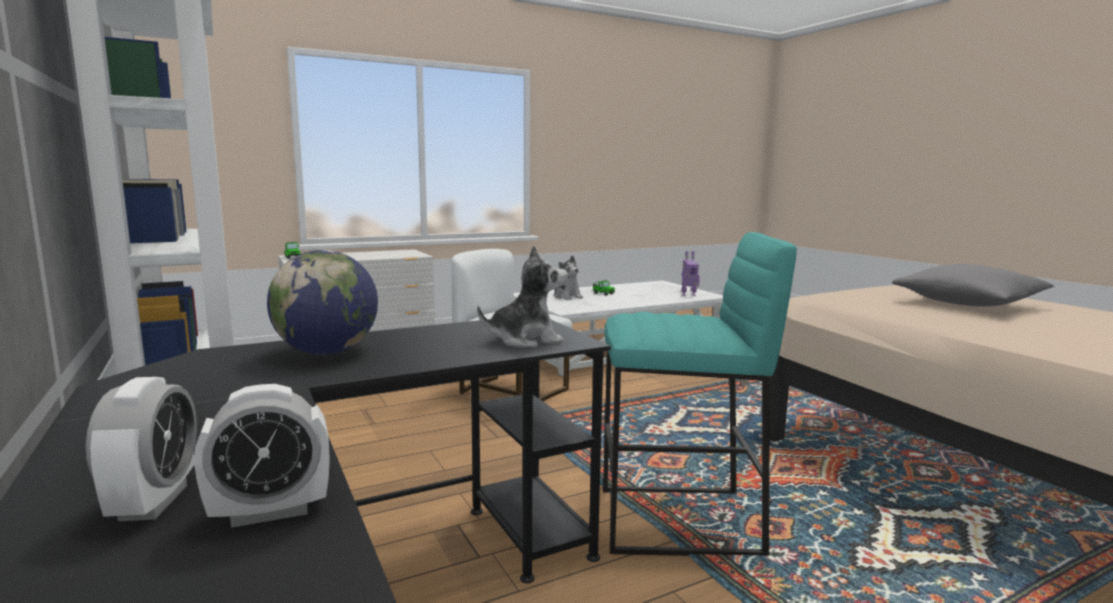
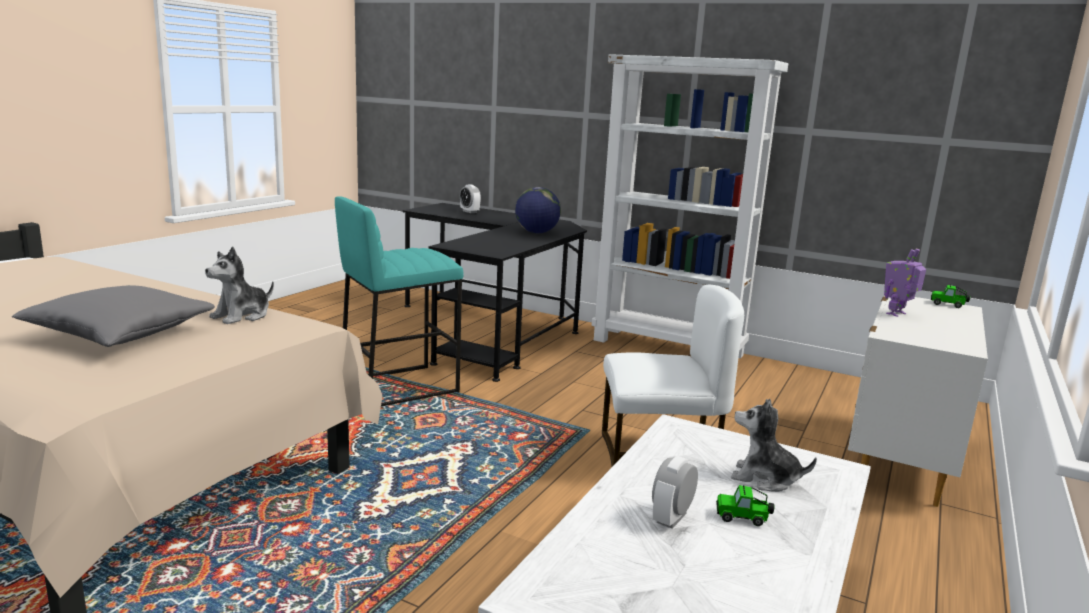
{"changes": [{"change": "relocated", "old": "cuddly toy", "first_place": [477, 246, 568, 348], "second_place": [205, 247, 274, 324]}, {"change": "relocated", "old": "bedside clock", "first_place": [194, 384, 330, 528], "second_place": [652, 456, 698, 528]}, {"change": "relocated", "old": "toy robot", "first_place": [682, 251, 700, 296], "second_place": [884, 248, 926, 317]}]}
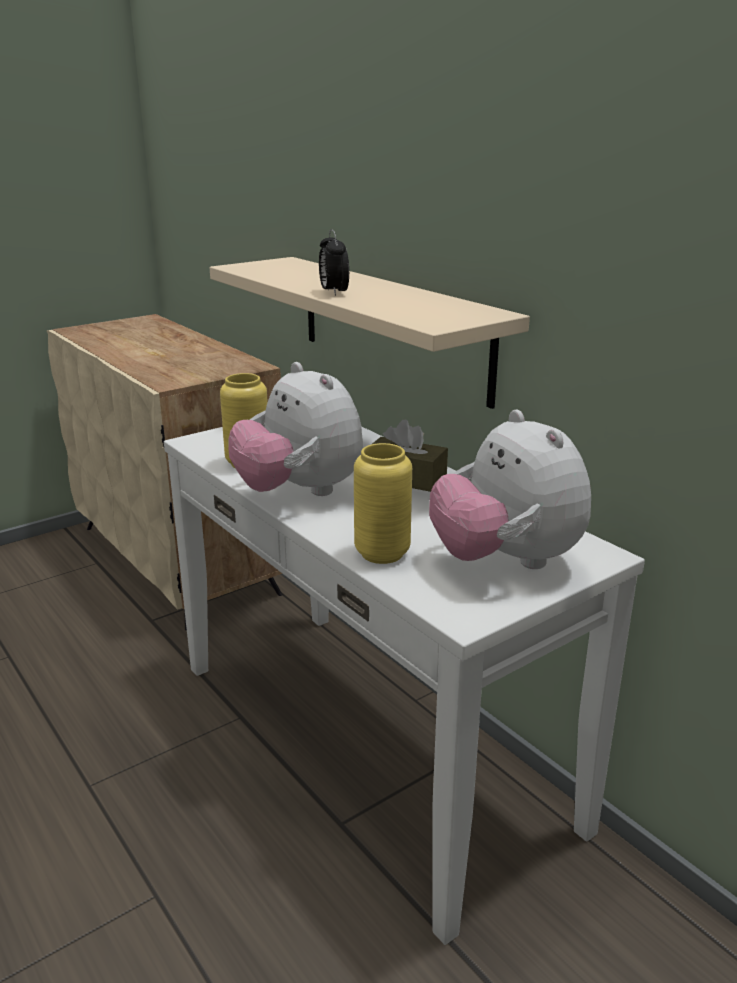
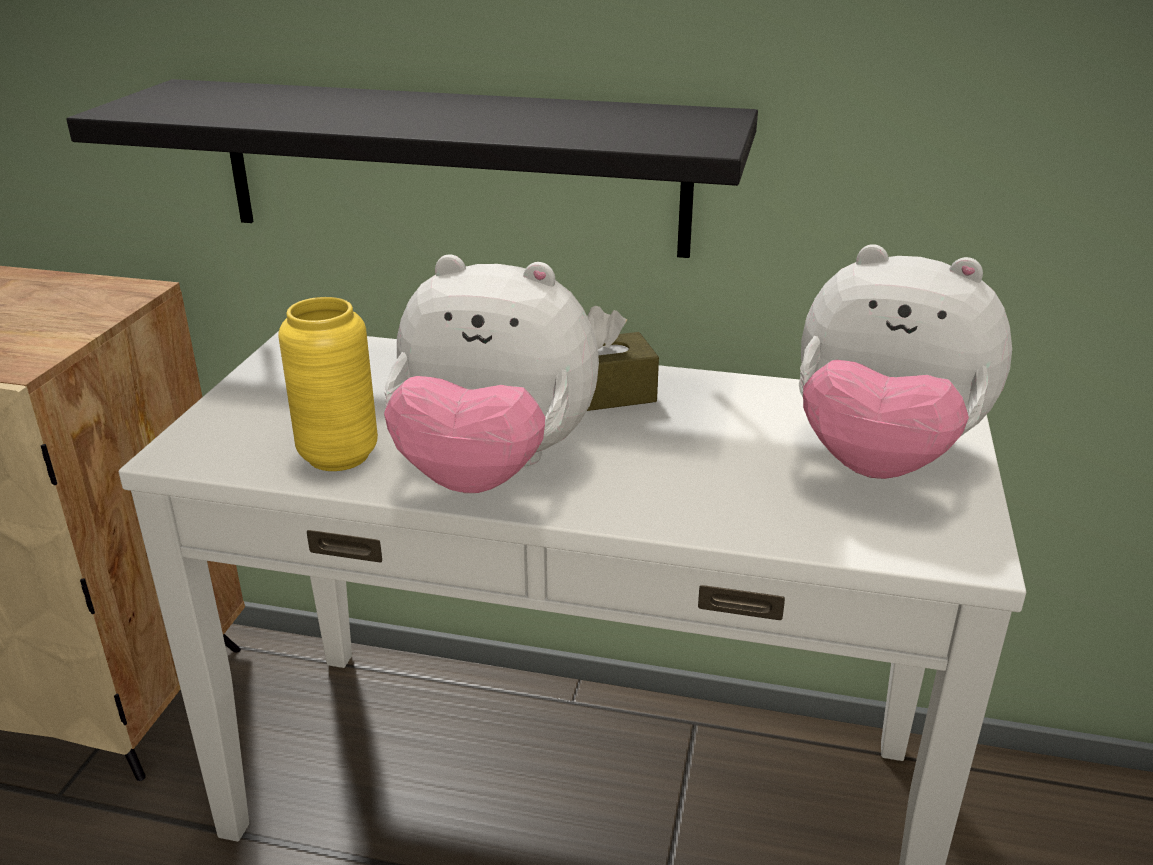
{"changes": [{"change": "colour", "old": "bracket shelf/sand-coloured", "new": "bracket shelf/black-coloured", "first_place": [210, 257, 530, 409], "second_place": [66, 79, 758, 258]}, {"change": "missing", "old": "bedside clock", "first_place": [319, 229, 349, 296]}, {"change": "missing", "old": "flower vase/yellow", "first_place": [354, 443, 412, 564]}]}
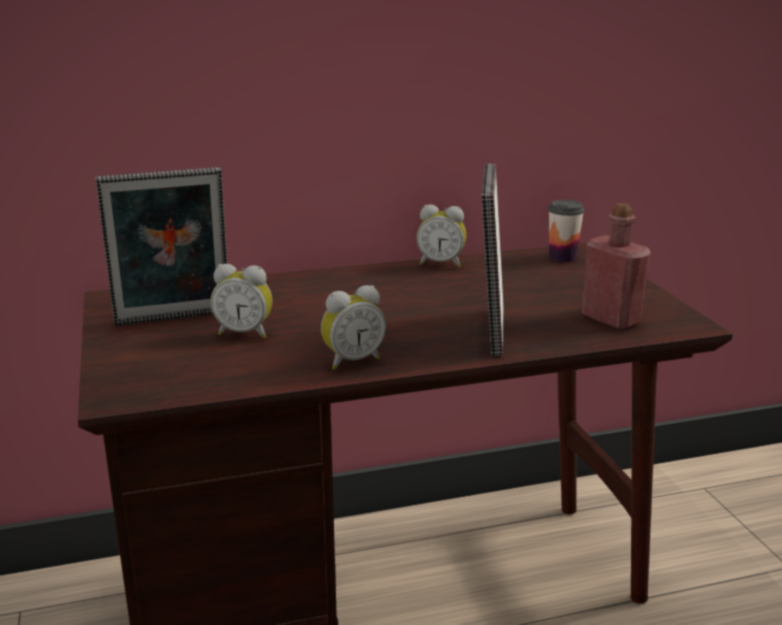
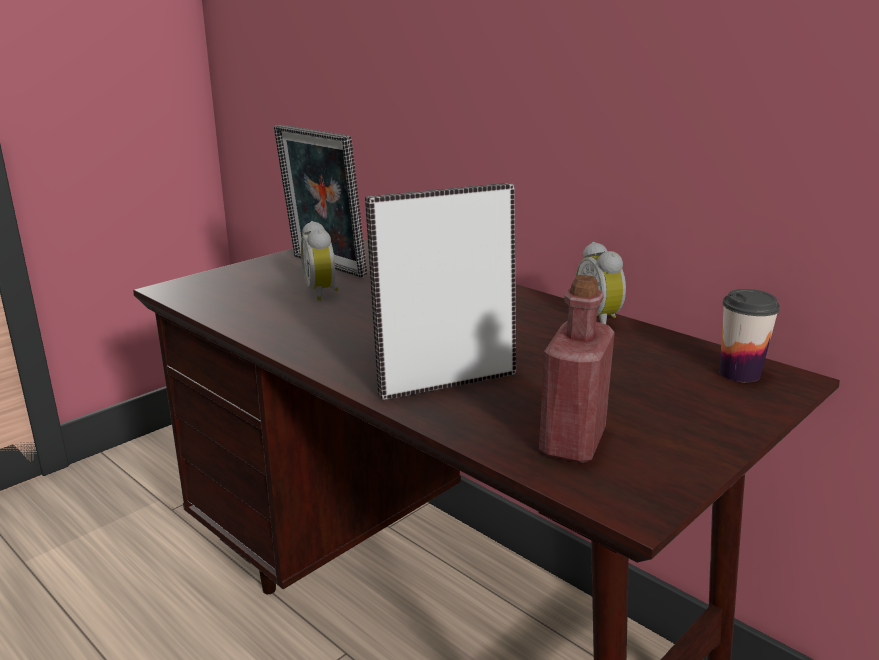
{"changes": [{"change": "missing", "old": "bedside clock", "first_place": [321, 285, 386, 370]}]}
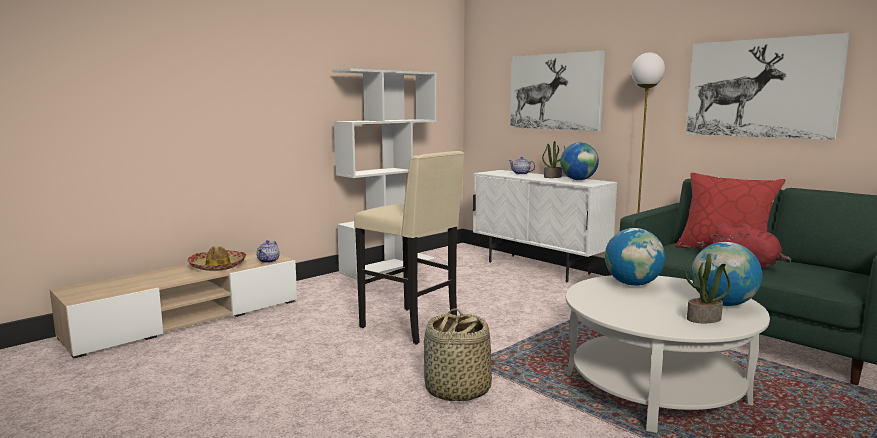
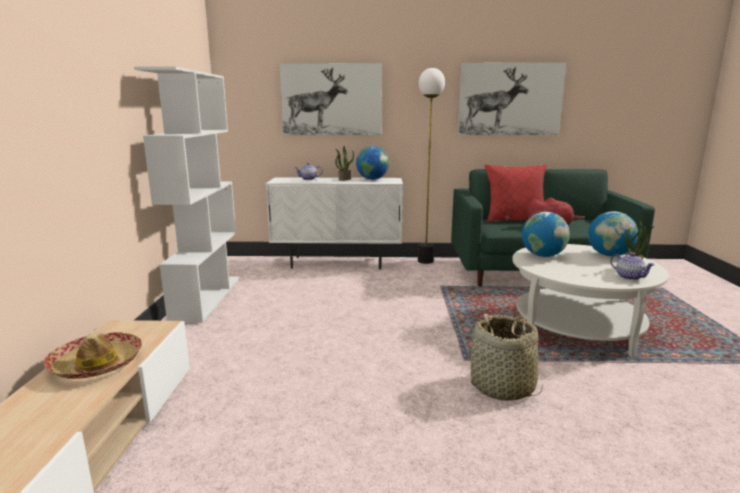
{"changes": [{"change": "relocated", "old": "tea pot", "first_place": [257, 240, 280, 263], "second_place": [610, 253, 655, 280]}, {"change": "missing", "old": "sitting stool/sand-coloured", "first_place": [354, 151, 465, 344]}]}
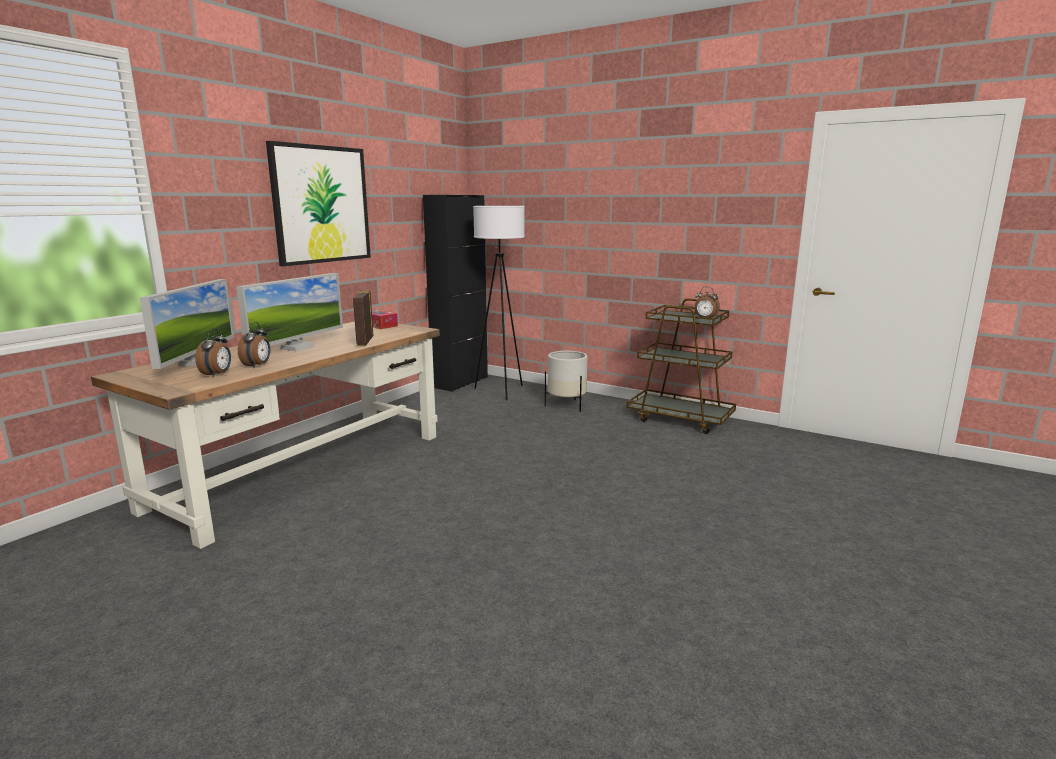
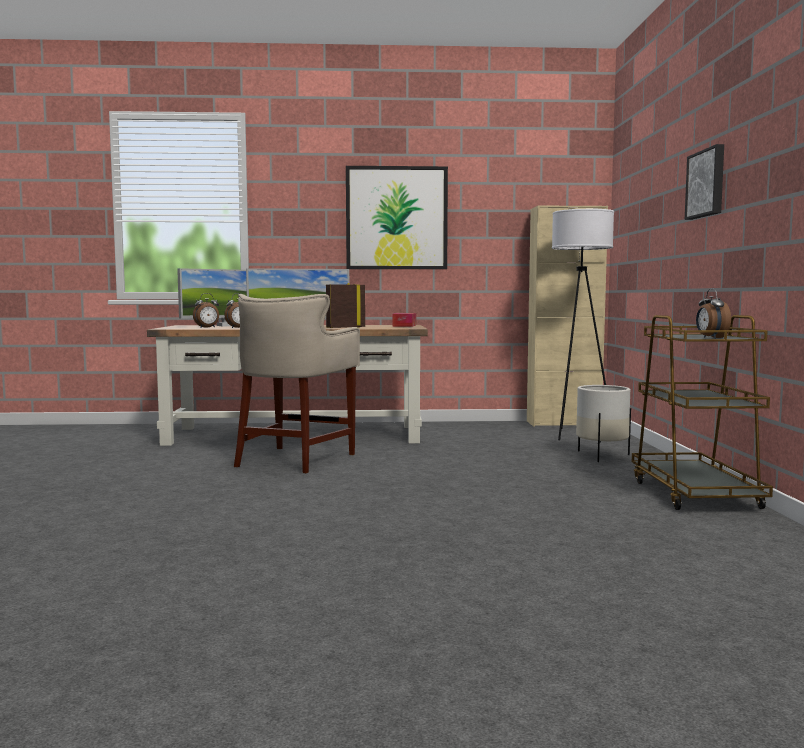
{"changes": [{"change": "appeared", "new": "sitting stool/sand-coloured", "second_place": [234, 294, 360, 473]}, {"change": "colour", "old": "cupboard/black-coloured", "new": "cupboard/sand-coloured", "first_place": [423, 195, 488, 392], "second_place": [527, 205, 608, 427]}, {"change": "appeared", "new": "picture", "second_place": [685, 144, 724, 220]}]}
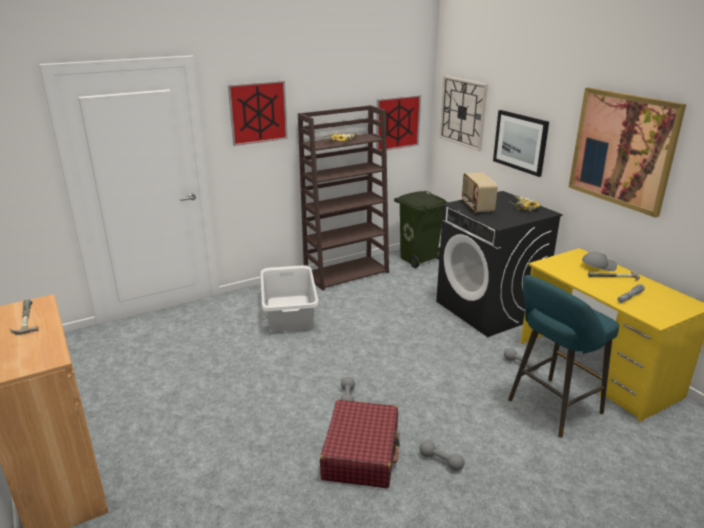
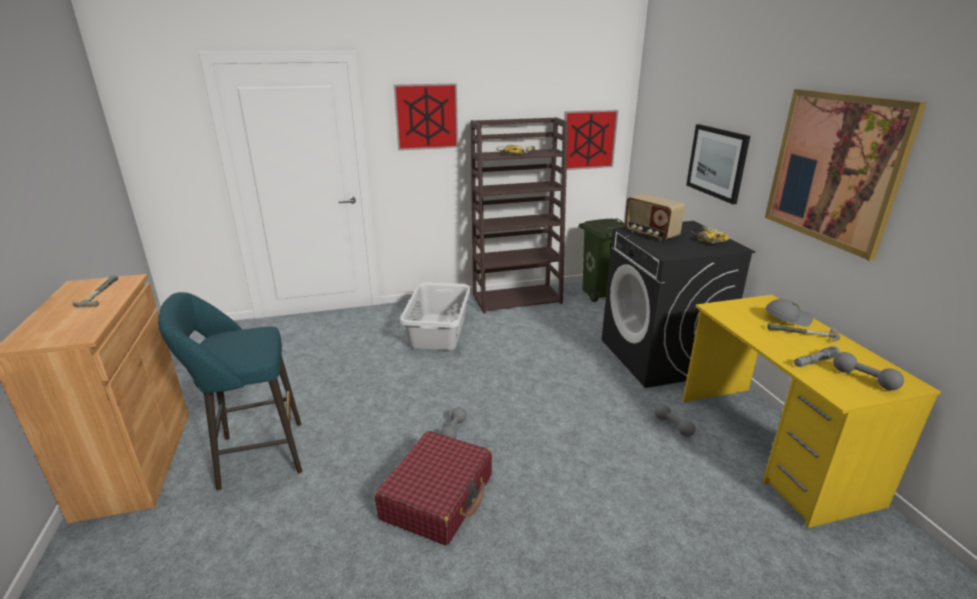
{"changes": [{"change": "relocated", "old": "sitting stool/blue-green", "first_place": [508, 275, 619, 438], "second_place": [158, 292, 302, 490]}, {"change": "spun", "old": "radio", "first_place": [462, 172, 498, 213], "second_place": [625, 194, 685, 241], "degrees": -45}, {"change": "relocated", "old": "free weight/greyish", "first_place": [420, 441, 464, 471], "second_place": [833, 352, 904, 390]}, {"change": "missing", "old": "clock on the wall", "first_place": [439, 76, 488, 151]}]}
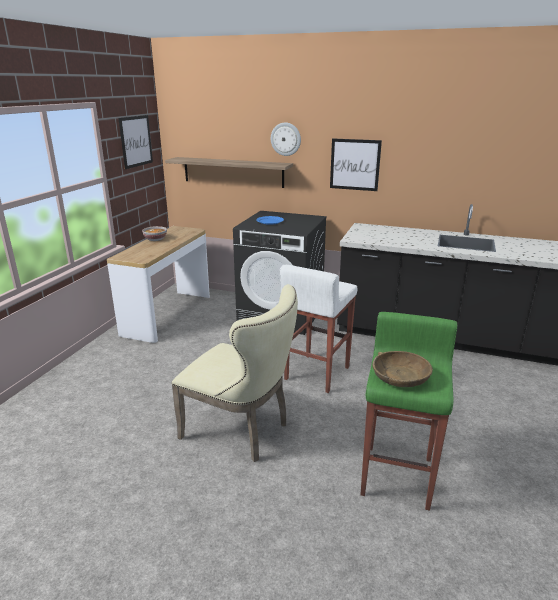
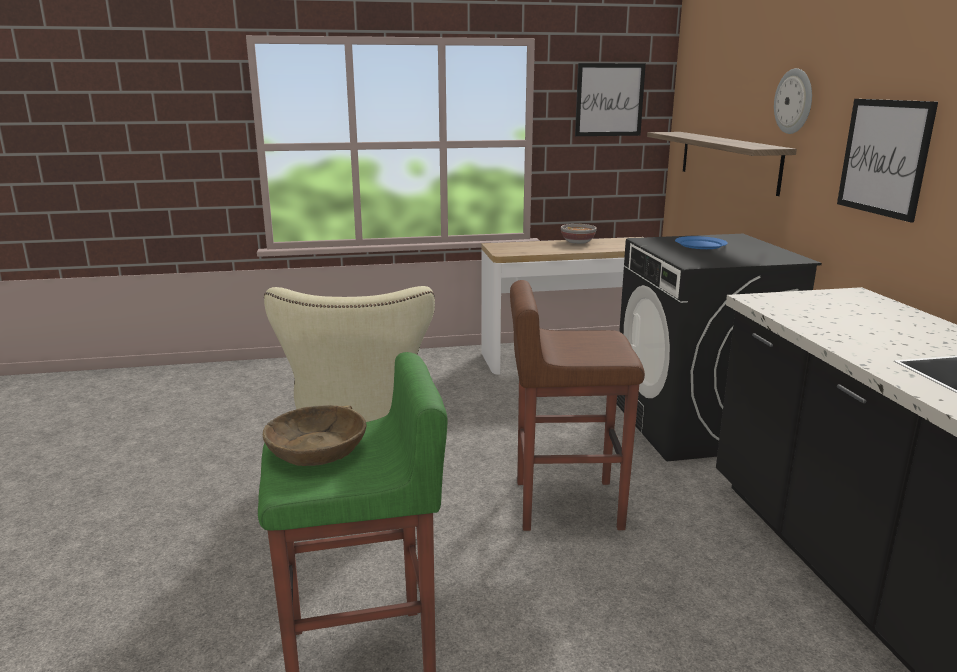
{"changes": [{"change": "colour", "old": "sitting stool/white-coloured", "new": "sitting stool/brown-coloured", "first_place": [280, 265, 358, 393], "second_place": [510, 280, 645, 531]}]}
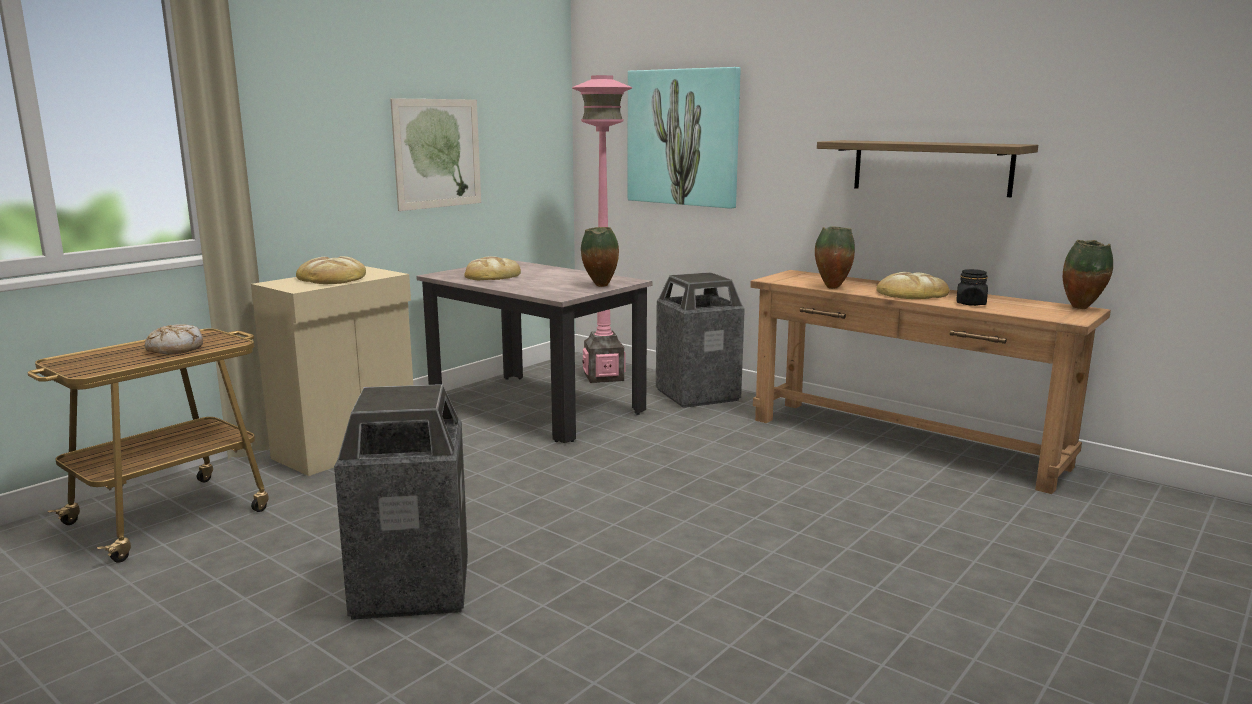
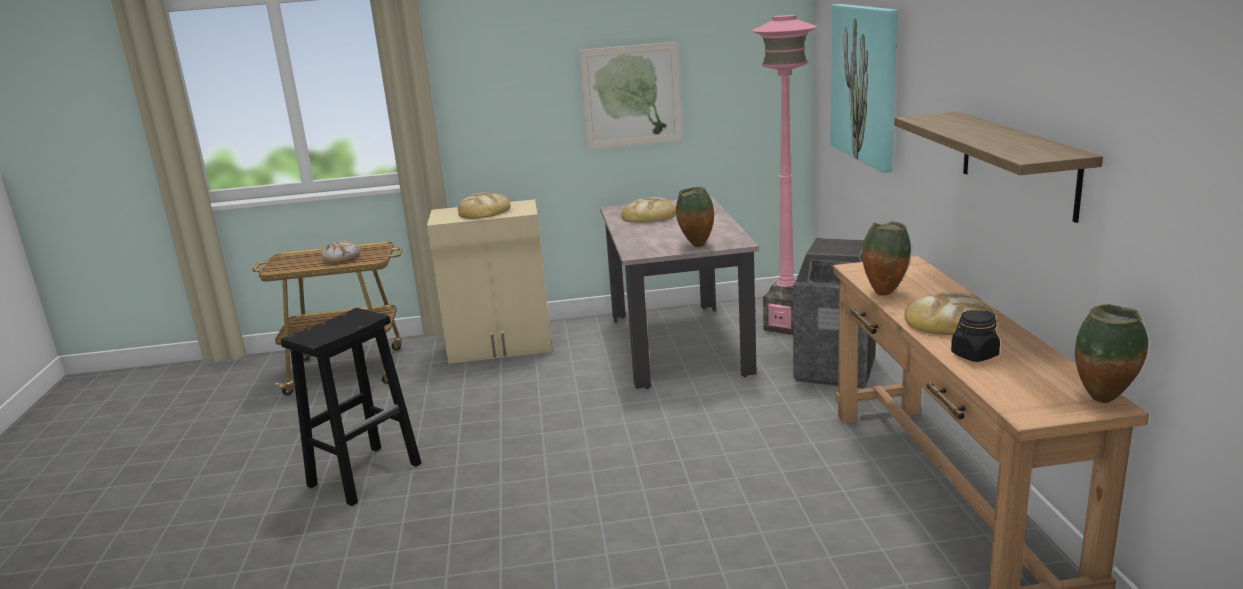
{"changes": [{"change": "exchanged", "old": "trash can", "new": "sitting stool/black-coloured", "first_place": [334, 384, 468, 620], "second_place": [281, 308, 421, 506]}]}
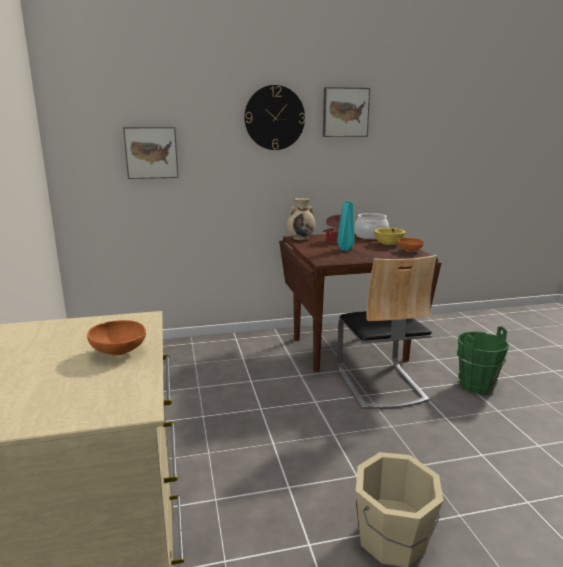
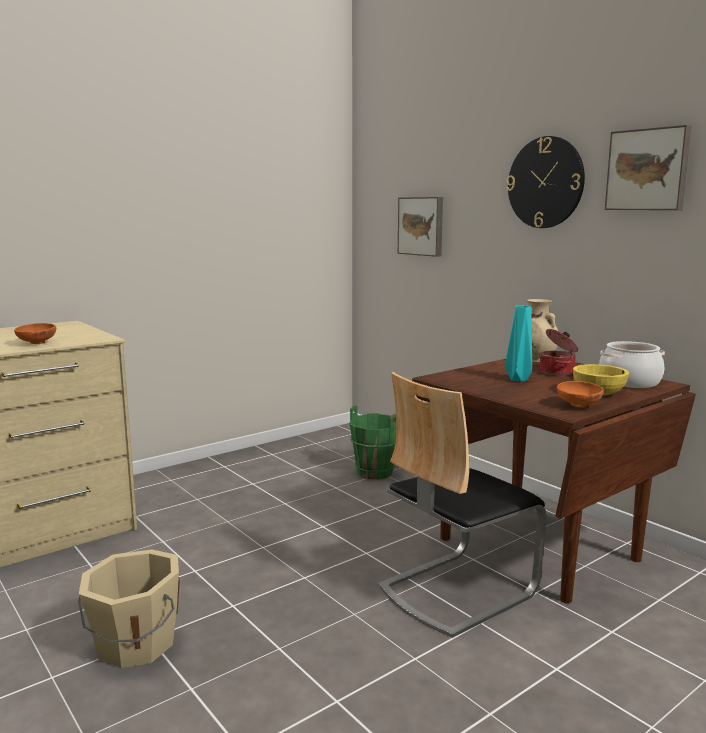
{"changes": [{"change": "relocated", "old": "pail/green-coloured", "first_place": [457, 326, 509, 394], "second_place": [350, 405, 396, 480]}]}
